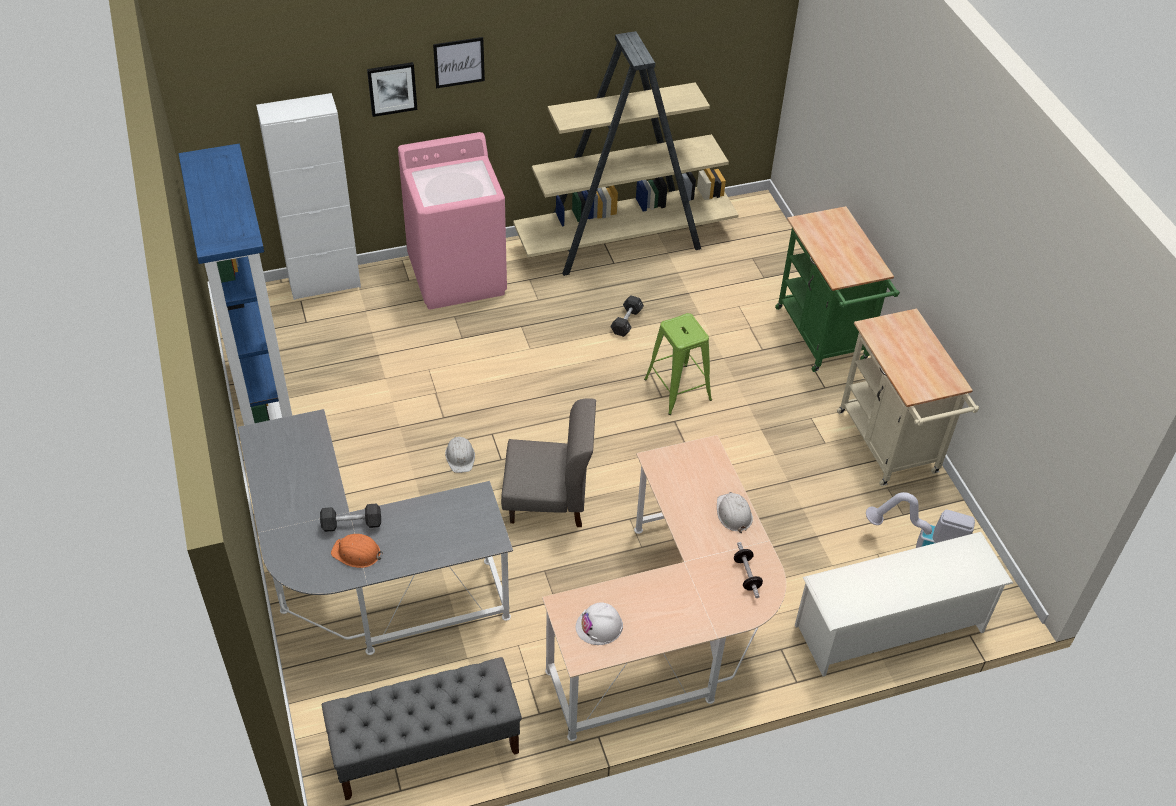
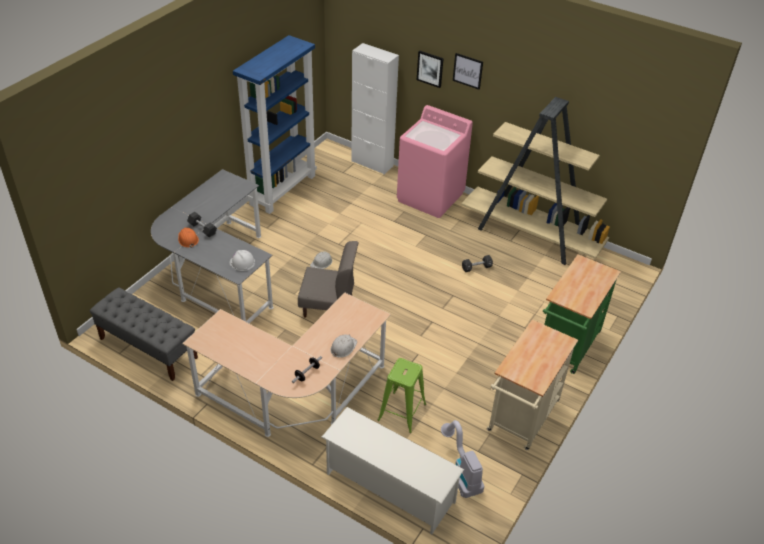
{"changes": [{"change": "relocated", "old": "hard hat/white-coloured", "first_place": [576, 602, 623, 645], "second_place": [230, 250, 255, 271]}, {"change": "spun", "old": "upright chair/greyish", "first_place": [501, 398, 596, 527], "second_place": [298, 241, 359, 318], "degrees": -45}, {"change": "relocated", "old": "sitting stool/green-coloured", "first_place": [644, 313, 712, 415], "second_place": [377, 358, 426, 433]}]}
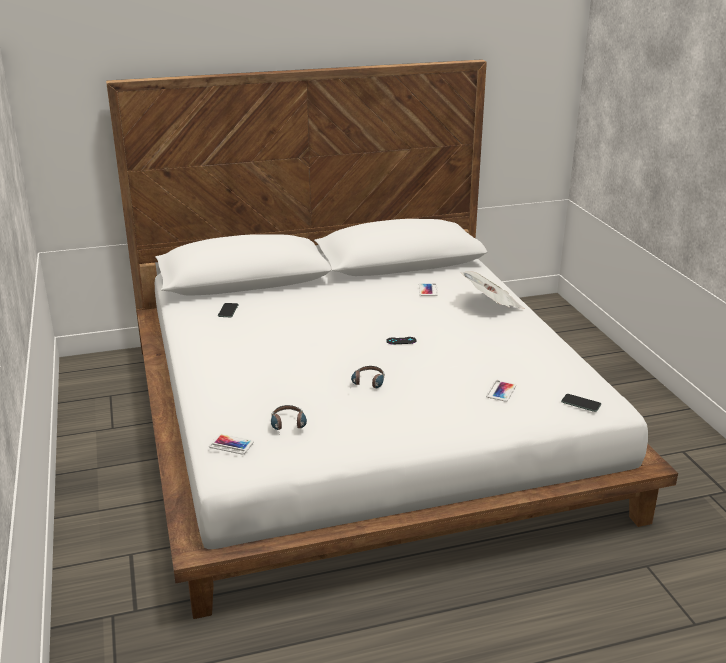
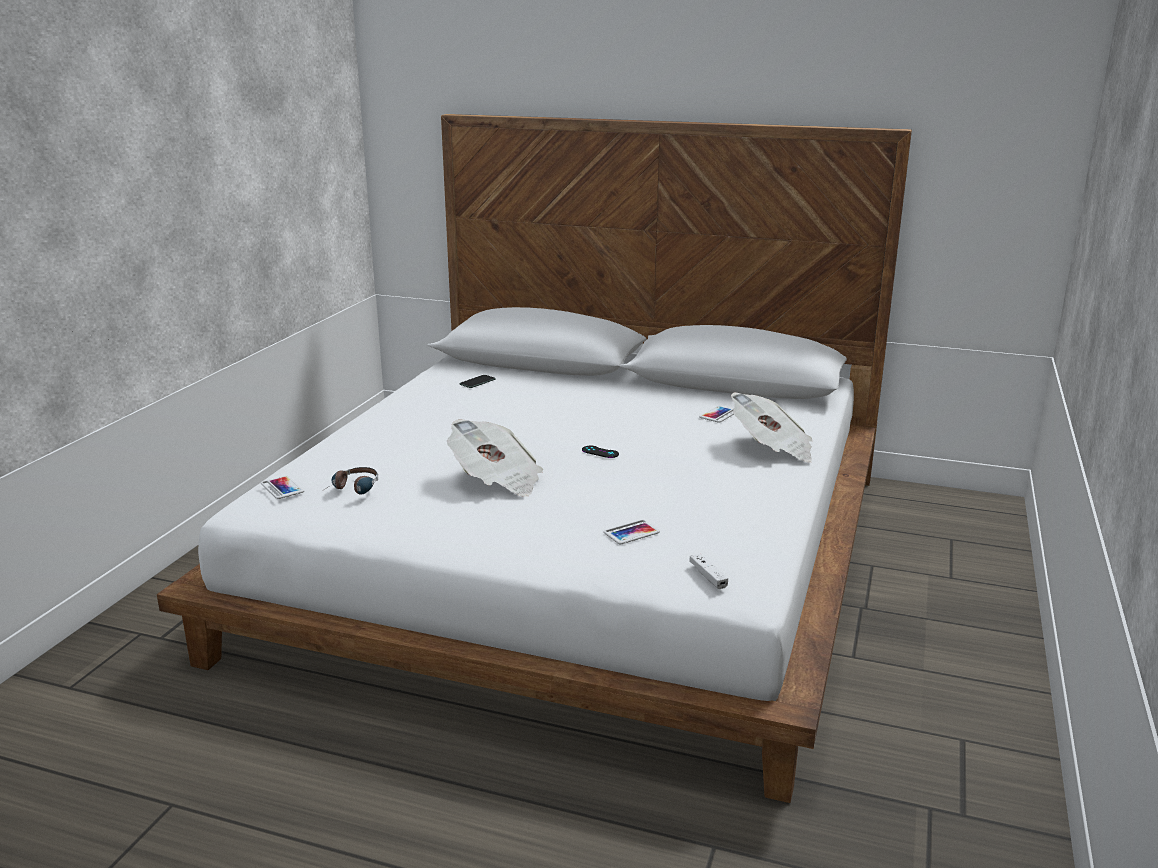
{"changes": [{"change": "exchanged", "old": "pair of headphones", "new": "newspaper", "first_place": [351, 366, 385, 388], "second_place": [446, 419, 543, 497]}, {"change": "exchanged", "old": "handset", "new": "joypad/white-coloured", "first_place": [561, 394, 601, 412], "second_place": [689, 554, 728, 589]}]}
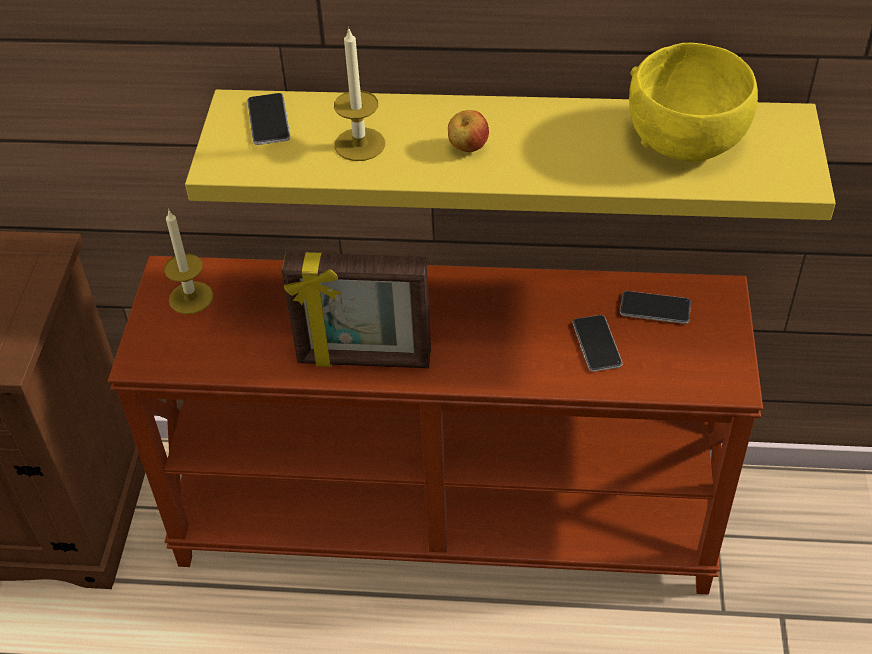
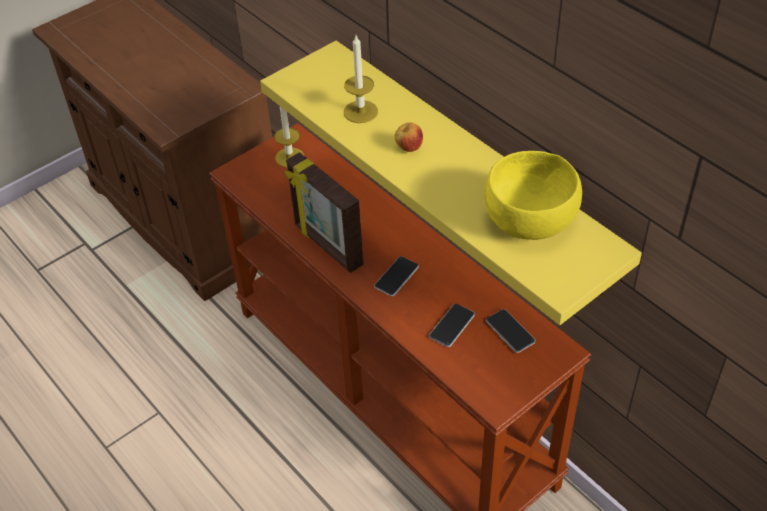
{"changes": [{"change": "relocated", "old": "handset", "first_place": [247, 93, 290, 145], "second_place": [374, 256, 419, 296]}]}
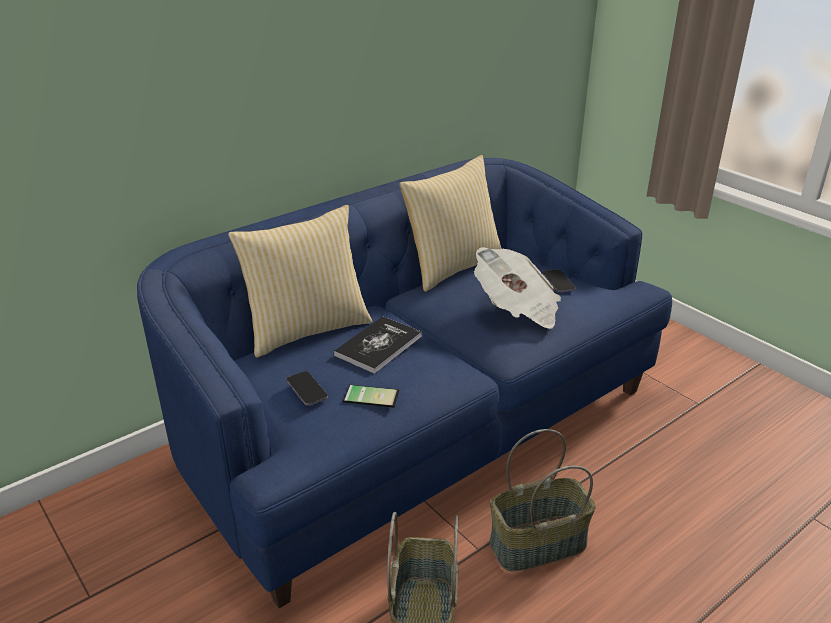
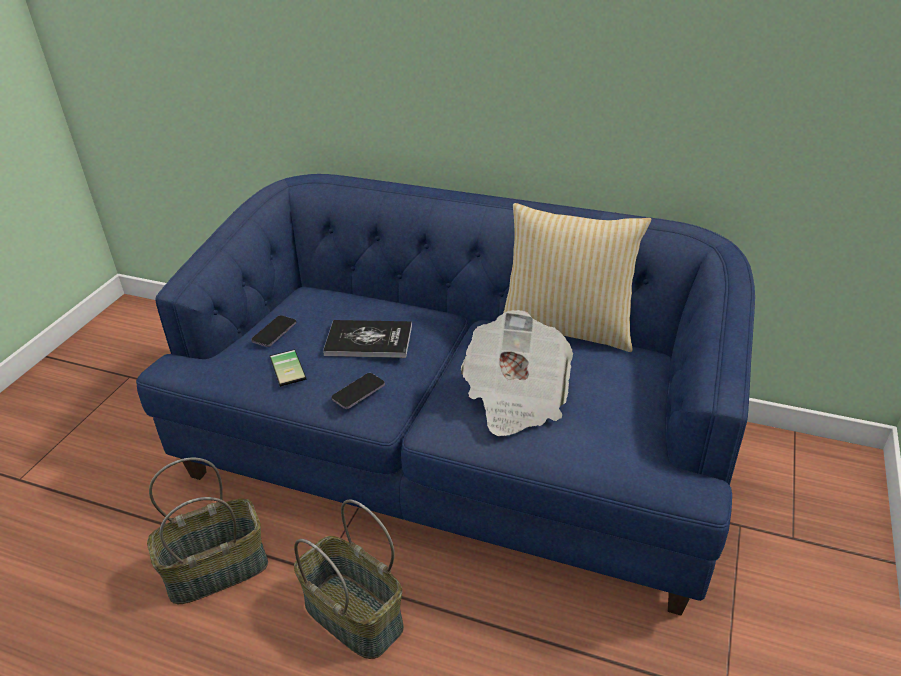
{"changes": [{"change": "relocated", "old": "handset", "first_place": [543, 269, 576, 293], "second_place": [331, 373, 385, 409]}, {"change": "missing", "old": "throw pillow", "first_place": [228, 205, 372, 358]}]}
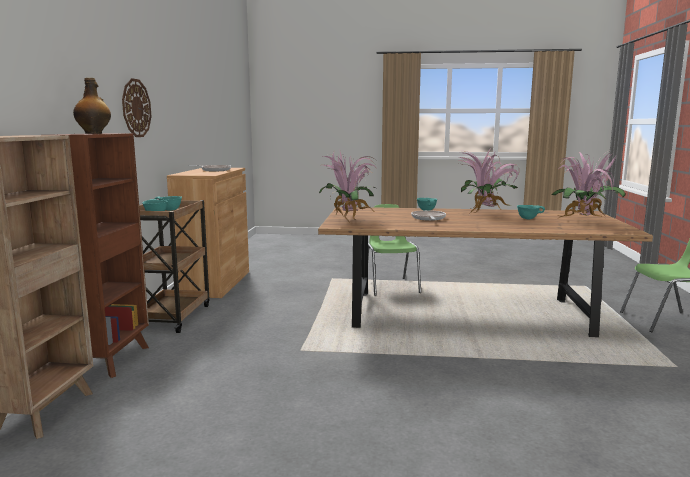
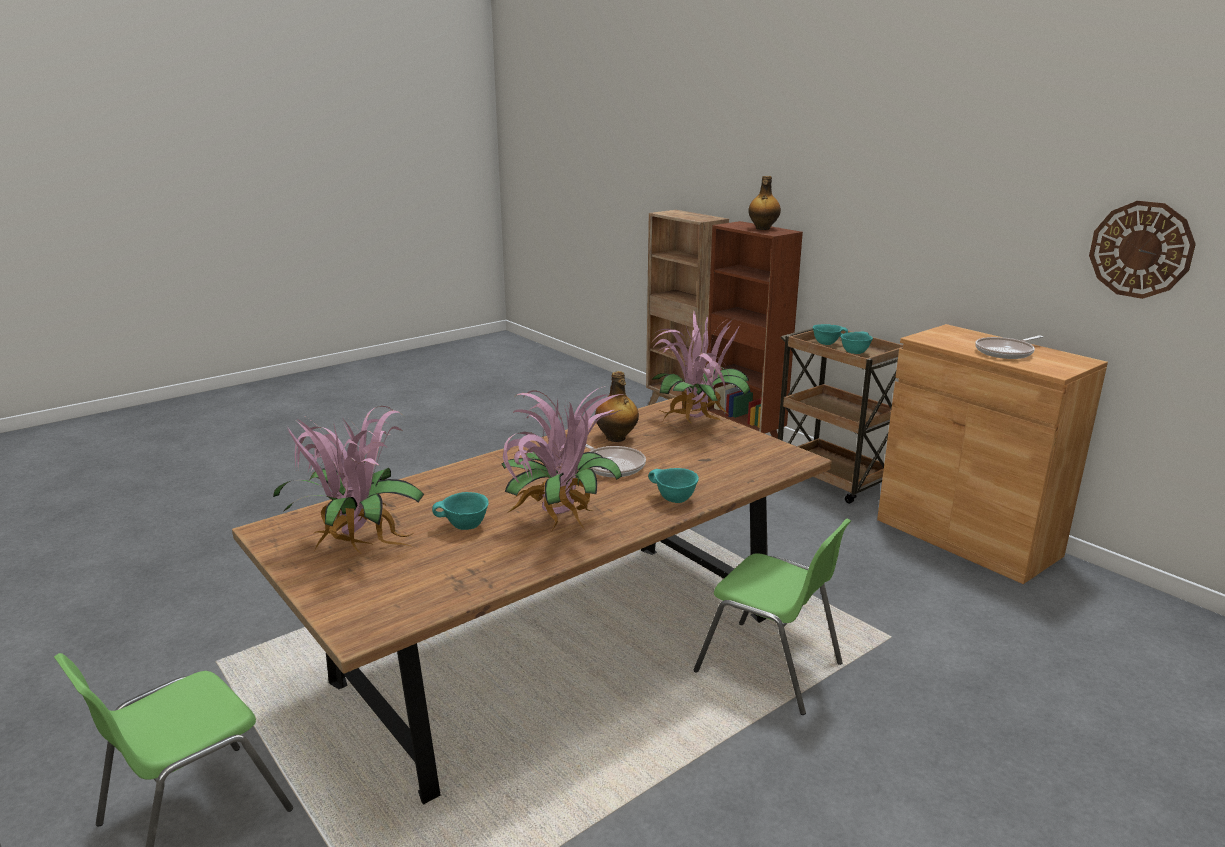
{"changes": [{"change": "appeared", "new": "beverage bottle", "second_place": [595, 371, 639, 442]}, {"change": "relocated", "old": "clock on the wall", "first_place": [122, 78, 151, 137], "second_place": [1089, 201, 1196, 299]}]}
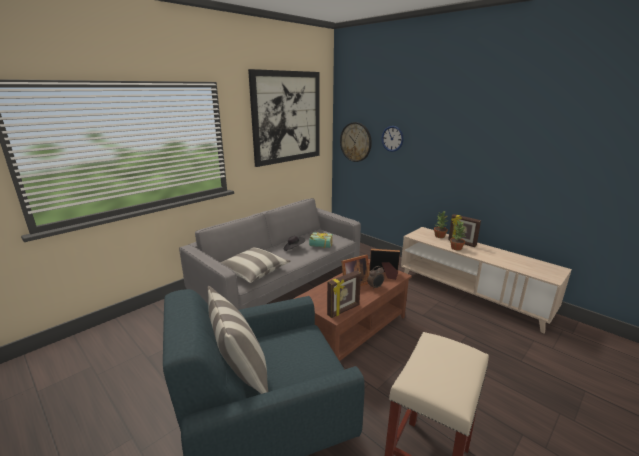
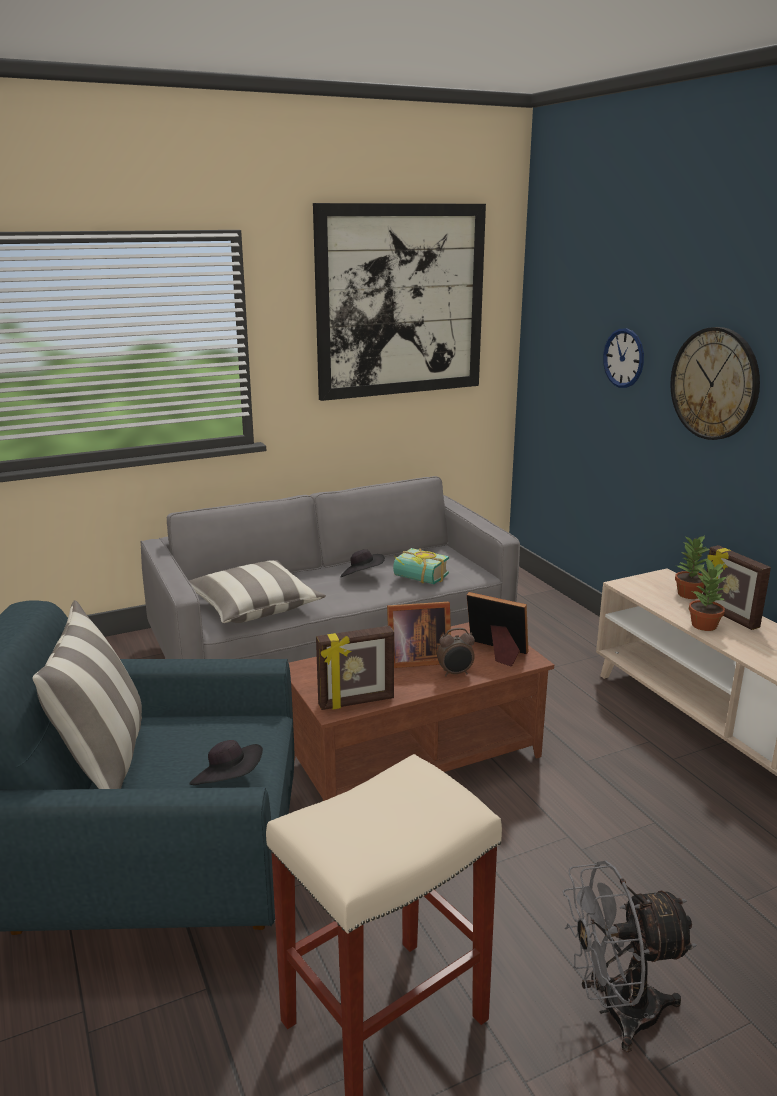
{"changes": [{"change": "appeared", "new": "clothing hat/black-coloured", "second_place": [189, 740, 263, 785]}, {"change": "appeared", "new": "fan/greyish", "second_place": [563, 861, 697, 1052]}, {"change": "relocated", "old": "clock on the wall", "first_place": [340, 122, 372, 162], "second_place": [670, 327, 760, 440]}]}
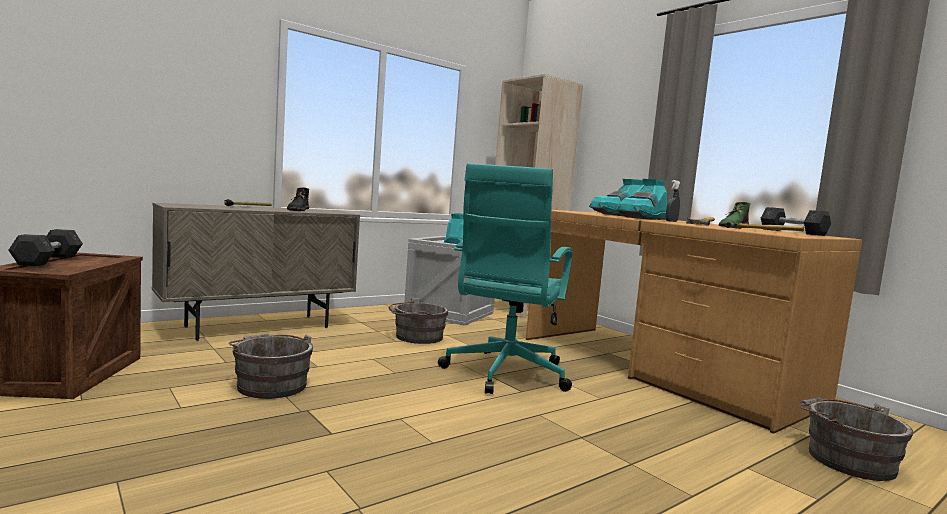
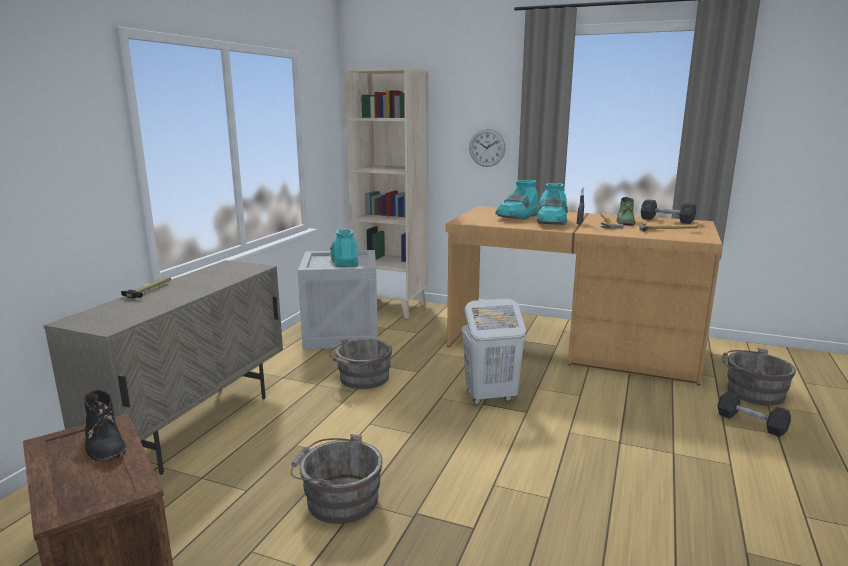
{"changes": [{"change": "relocated", "old": "tall boot/black-coloured", "first_place": [287, 187, 309, 211], "second_place": [84, 390, 126, 462]}, {"change": "exchanged", "old": "desk chair/blue-green", "new": "washing basket/white-coloured", "first_place": [438, 163, 572, 394], "second_place": [461, 298, 526, 405]}, {"change": "appeared", "new": "clock on the wall", "second_place": [469, 129, 505, 167]}, {"change": "relocated", "old": "free weight/greyish", "first_place": [9, 229, 83, 266], "second_place": [718, 391, 791, 437]}]}
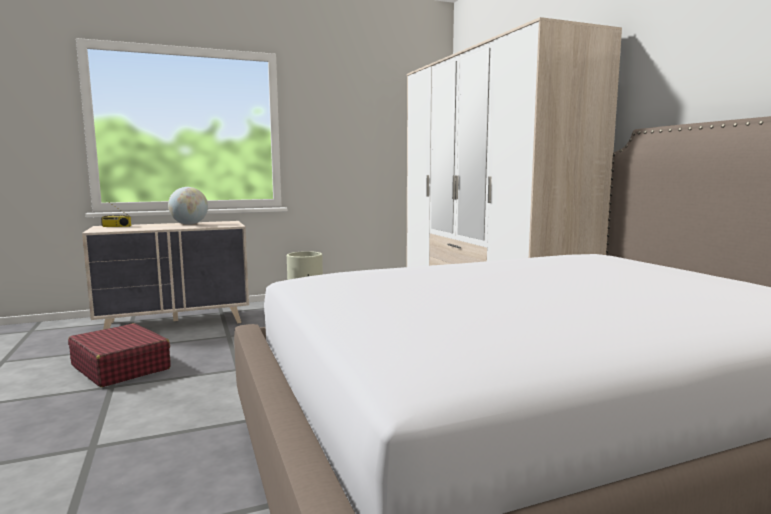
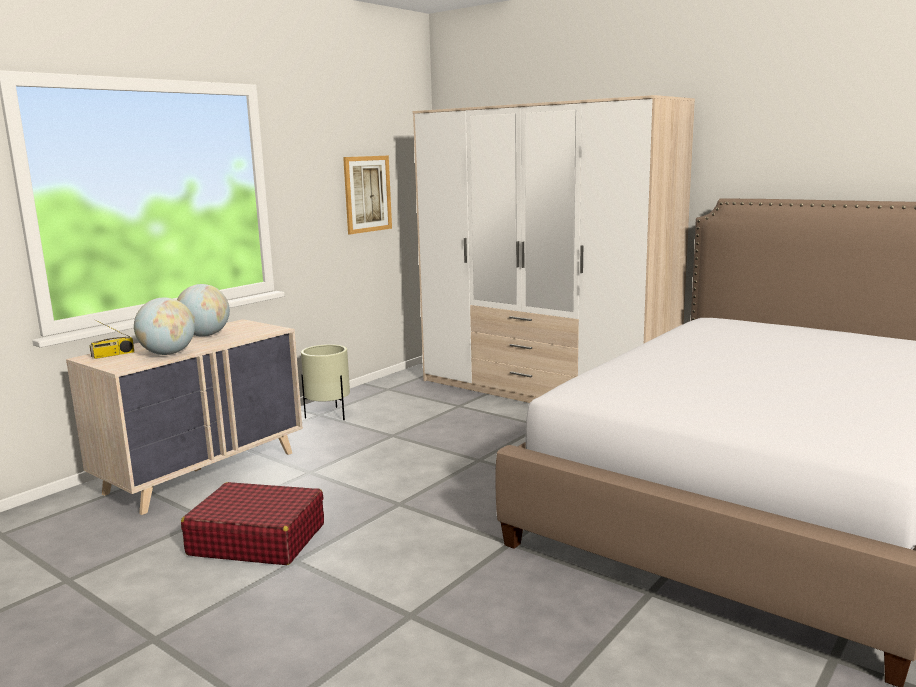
{"changes": [{"change": "appeared", "new": "globe", "second_place": [134, 297, 195, 355]}, {"change": "appeared", "new": "picture", "second_place": [343, 156, 392, 234]}]}
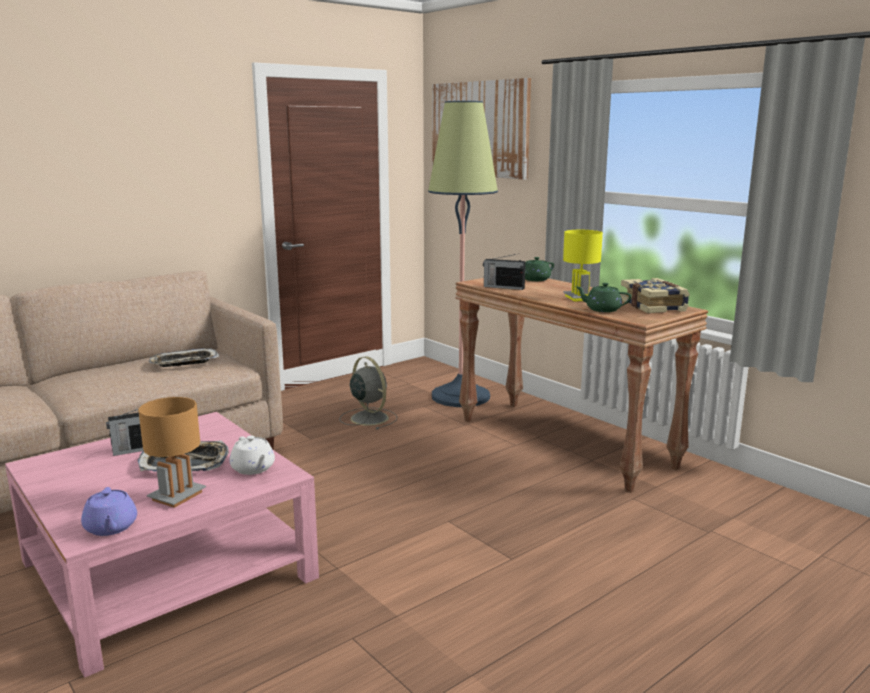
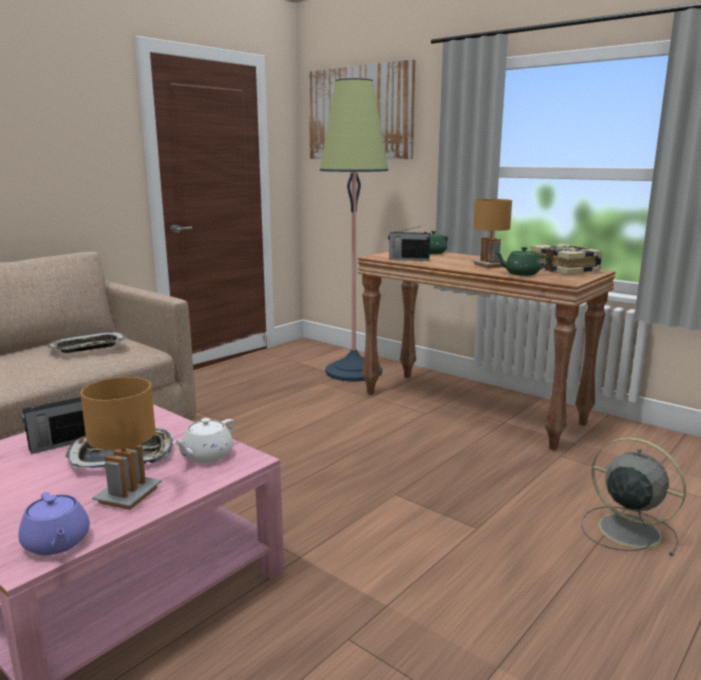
{"changes": [{"change": "spun", "old": "tea pot/white-coloured", "first_place": [229, 436, 275, 475], "second_place": [173, 418, 234, 463], "degrees": 75}, {"change": "colour", "old": "lamp for a table/yellow", "new": "lamp for a table/brown-coloured", "first_place": [563, 230, 603, 302], "second_place": [471, 199, 512, 268]}, {"change": "relocated", "old": "fan/greyish", "first_place": [339, 356, 397, 430], "second_place": [581, 437, 686, 556]}]}
